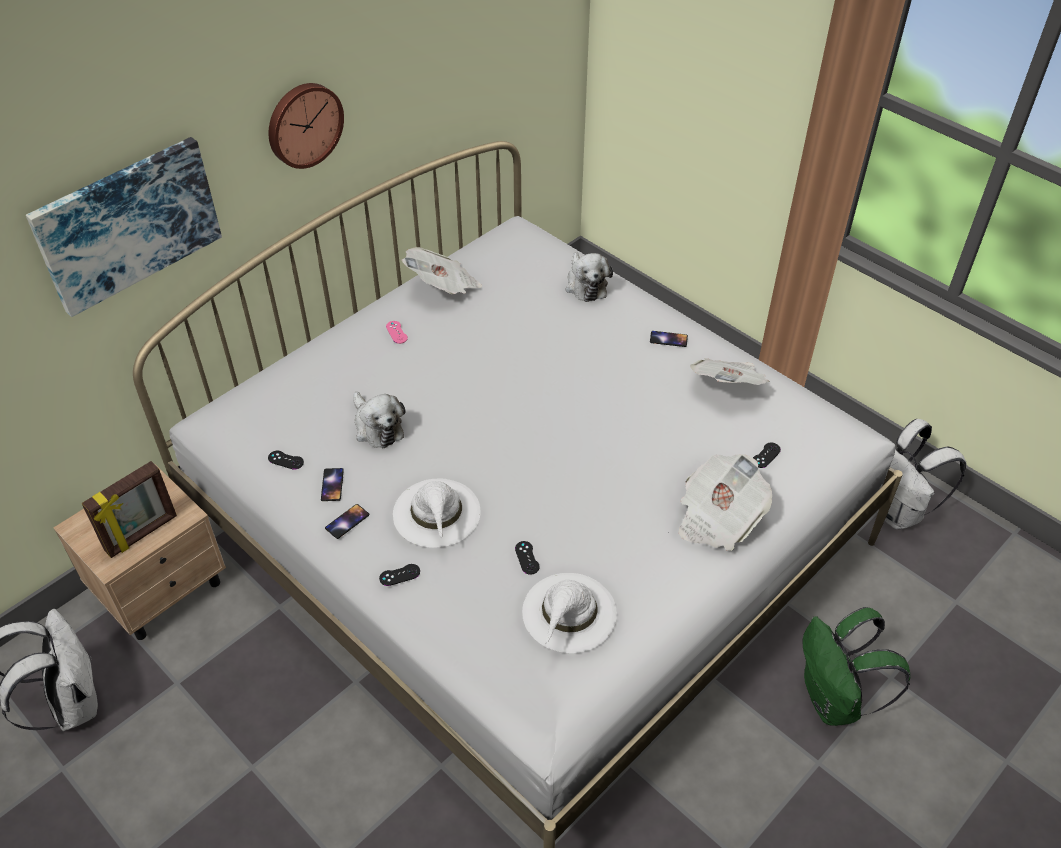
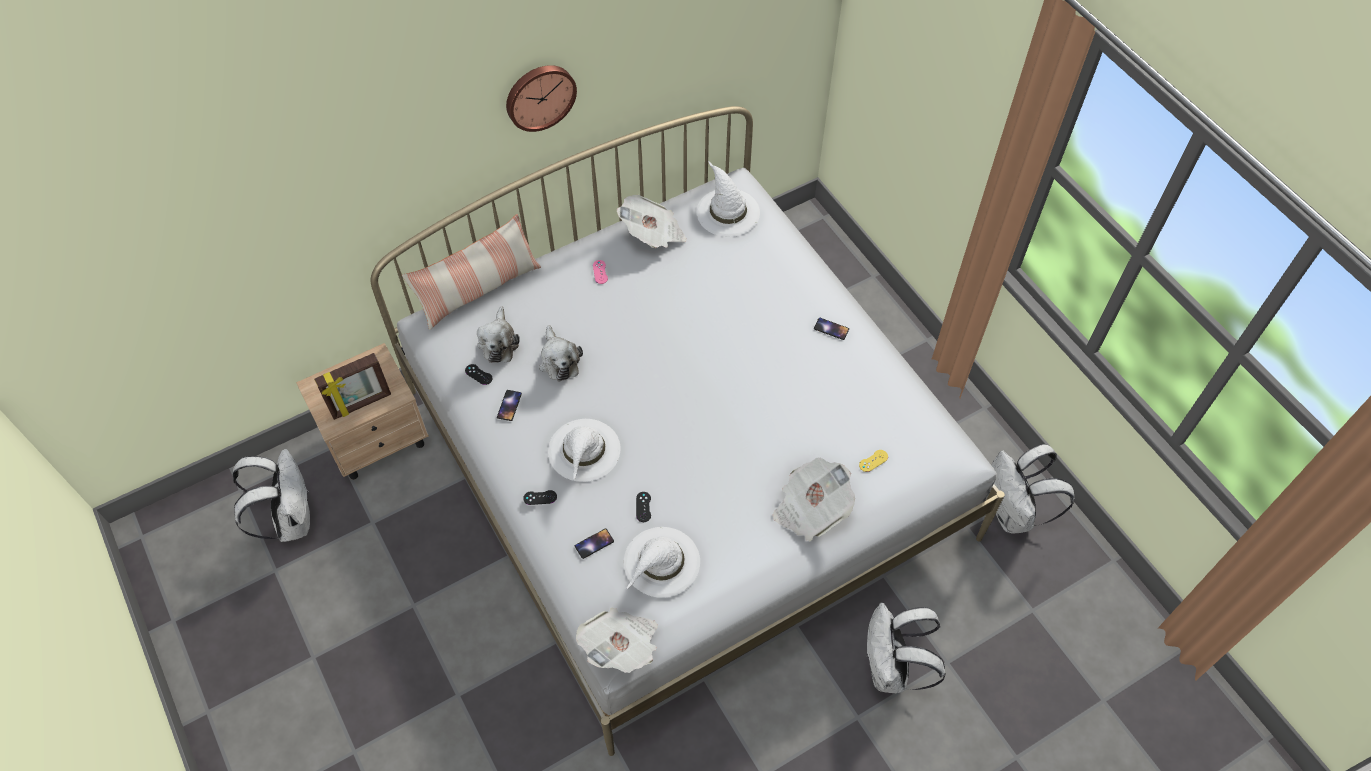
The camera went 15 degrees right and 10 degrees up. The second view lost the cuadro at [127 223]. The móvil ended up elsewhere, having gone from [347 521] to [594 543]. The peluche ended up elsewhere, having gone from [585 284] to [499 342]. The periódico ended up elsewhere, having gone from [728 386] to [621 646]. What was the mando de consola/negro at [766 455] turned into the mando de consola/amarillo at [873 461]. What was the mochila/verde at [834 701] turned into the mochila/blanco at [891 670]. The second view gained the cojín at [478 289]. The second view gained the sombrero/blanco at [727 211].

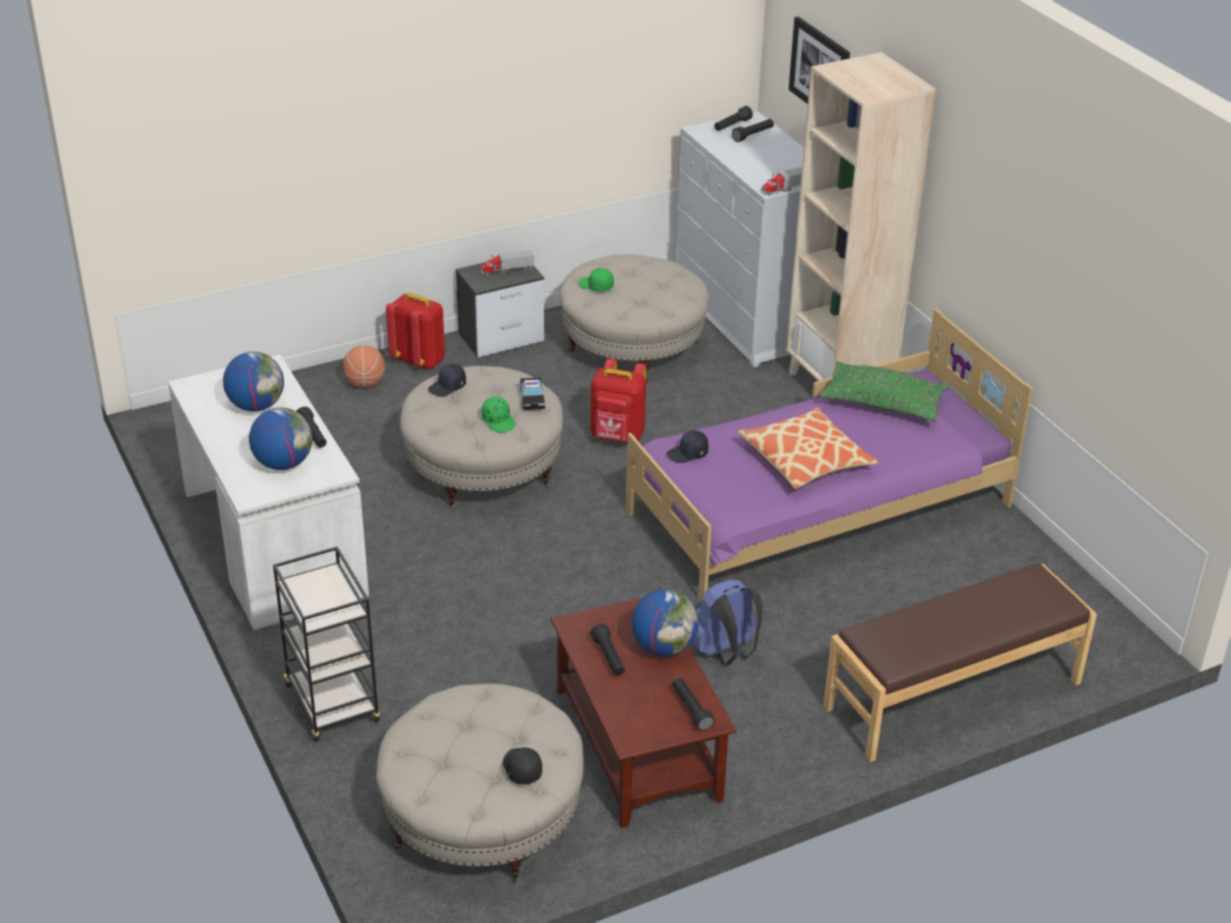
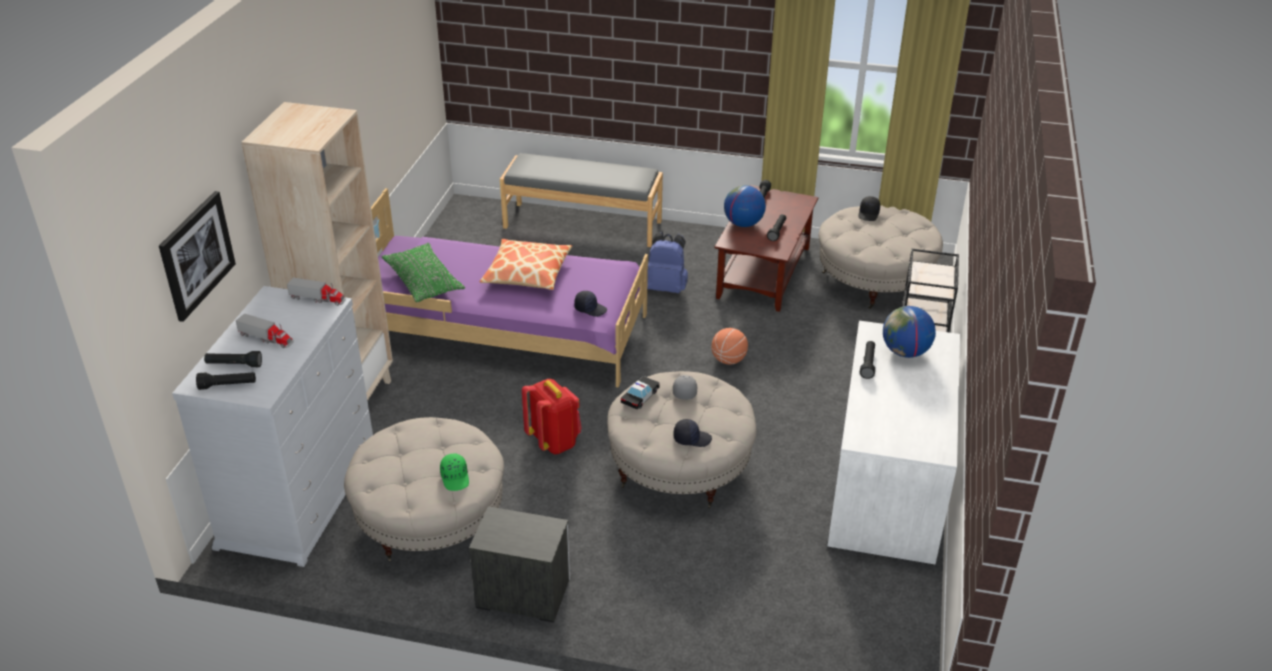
The camera went 140 degrees left and 0 degrees up. The second view lost the globo terráqueo at [256 406]. The balón de baloncesto ended up elsewhere, having gone from [365 383] to [728 360]. The second view lost the mochila/rojo at [419 360]. The camión de juguete ended up elsewhere, having gone from [507 269] to [266 338]. What was the gorra/verde at [499 421] turned into the gorra/gris at [684 390]. What was the banco/marrón at [954 695] turned into the banco/gris at [583 224].

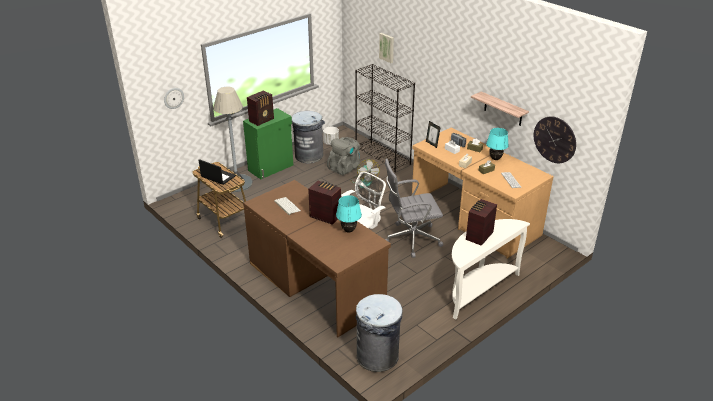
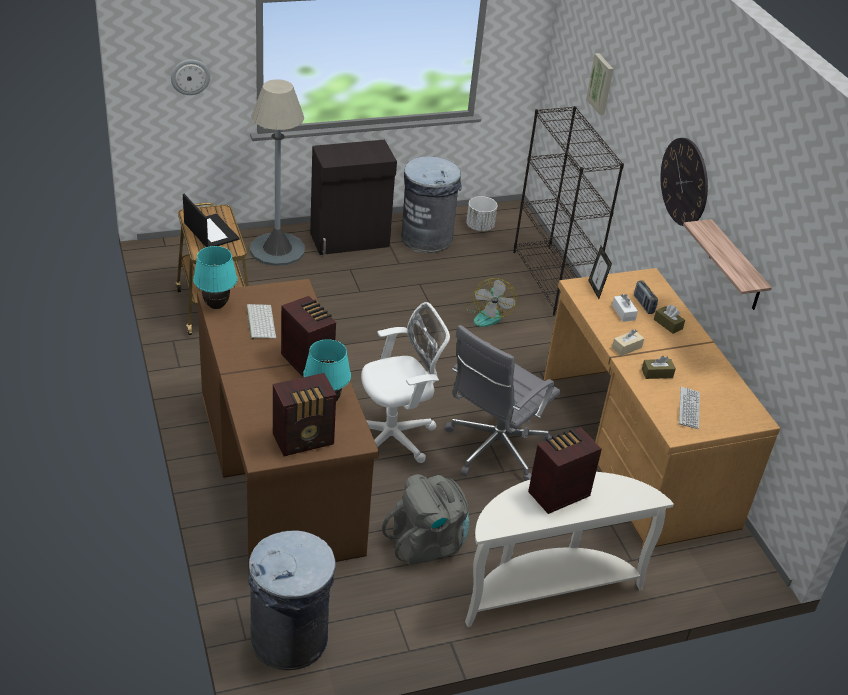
The camera went 20 degrees right and 5 degrees up. What was the armario/verde at [271 168] turned into the armario/negro at [350 240]. The radio ended up elsewhere, having gone from [262 120] to [305 440]. The mochila/gris ended up elsewhere, having gone from [345 168] to [427 543]. The silla de oficina/gris at [411 239] ended up facing another way, 60 degrees counterclockwise from before. The lámpara de mesa/turquesa ended up elsewhere, having gone from [495 159] to [216 305]. The reloj de pared ended up elsewhere, having gone from [554 139] to [684 182].

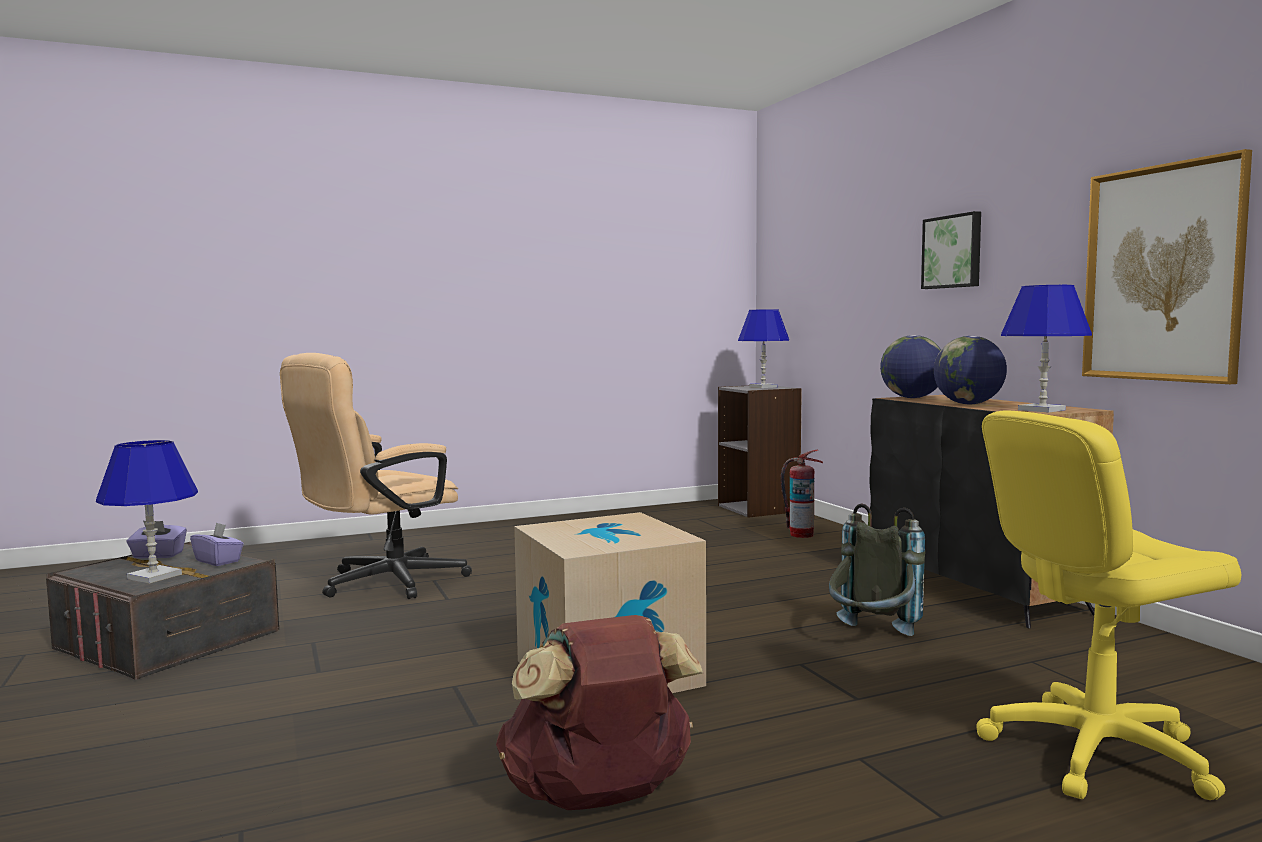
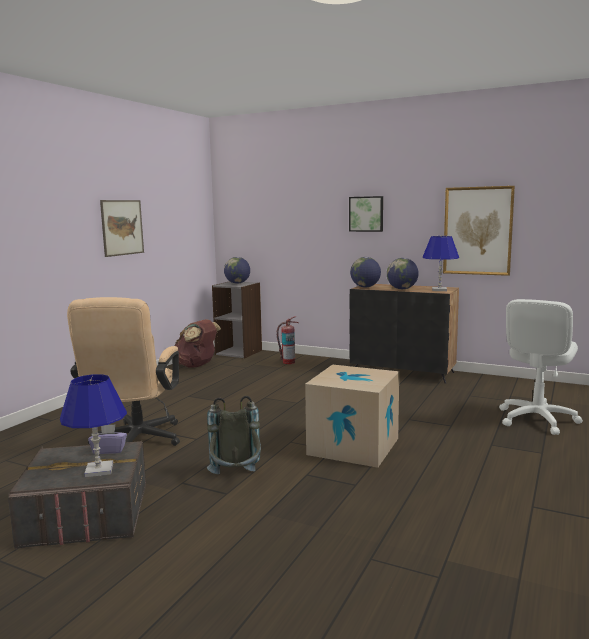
The camera went 40 degrees left and 5 degrees up. The second view lost the caja de pañuelos/morado at [158 555]. The mochila/marrón ended up elsewhere, having gone from [599 798] to [196 366]. Where the lámpara de mesa/azul stood at [763 387], the globo terráqueo came to stand at [237 283]. The mochila/gris ended up elsewhere, having gone from [872 638] to [236 479]. What was the silla de oficina/amarillo at [1095 752] turned into the silla de oficina/blanco at [536 419]. The second view gained the cuadro at [122 227].

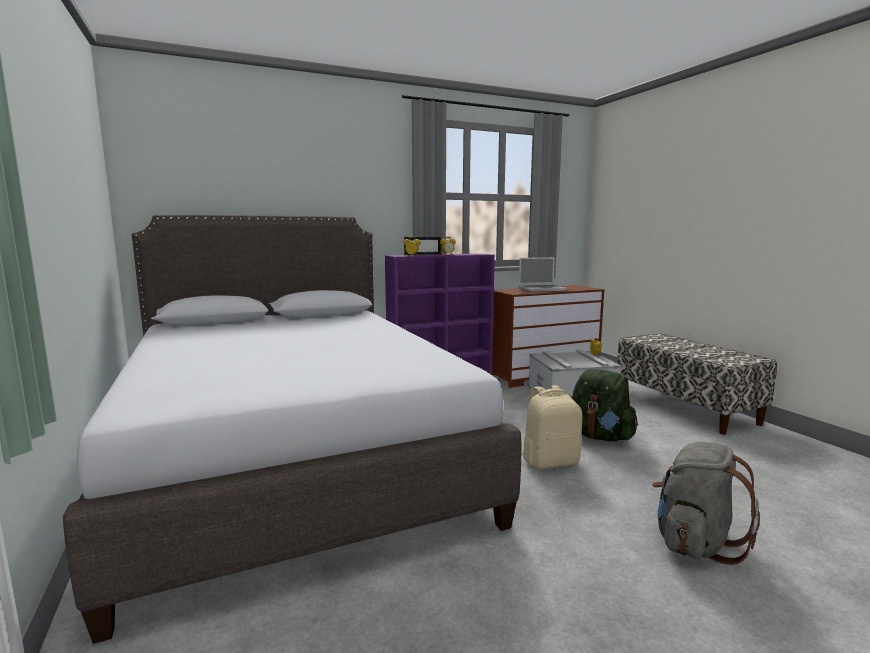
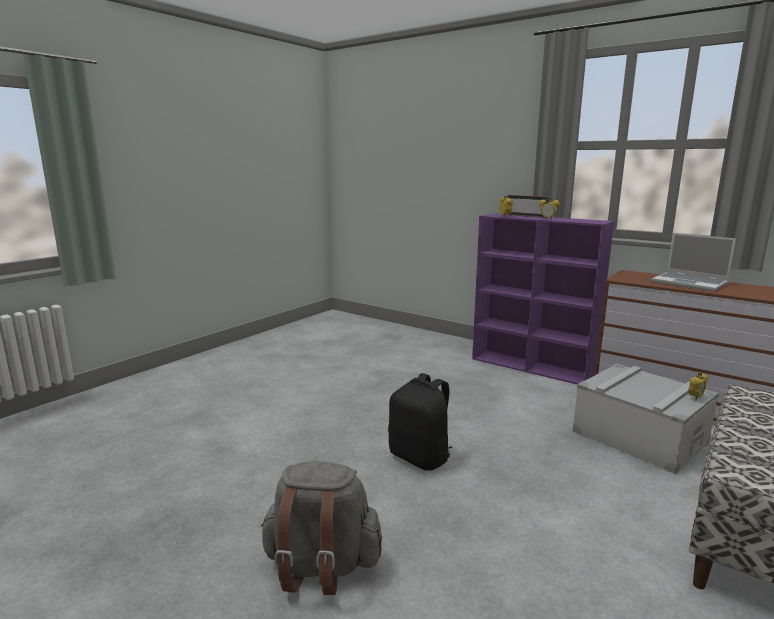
The camera went 60 degrees right and 5 degrees up. The second view lost the cama/gris at [292 456]. What was the mochila/beis at [550 462] turned into the mochila/negro at [420 457]. The second view lost the mochila/verde at [599 436].

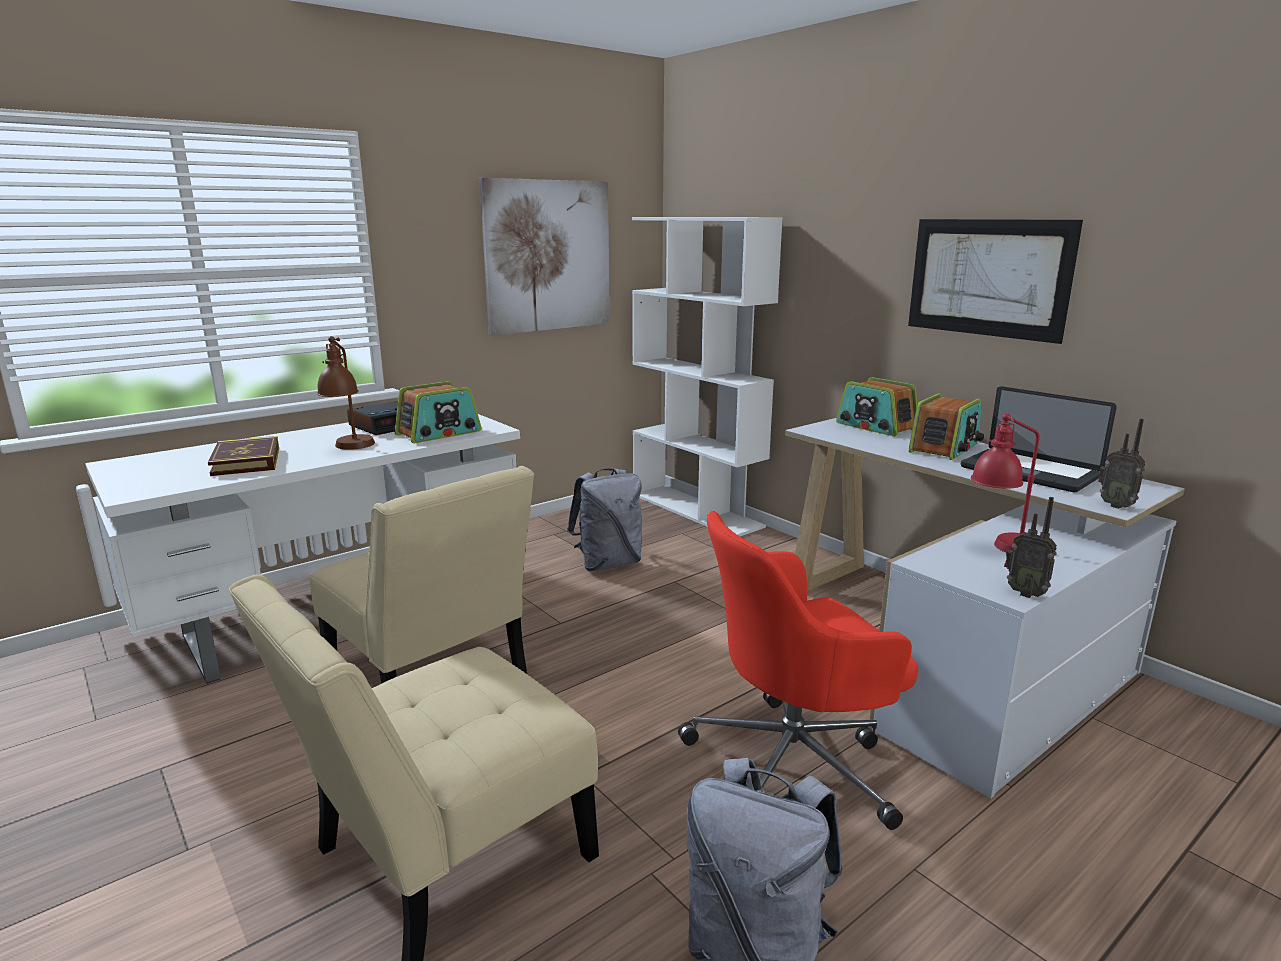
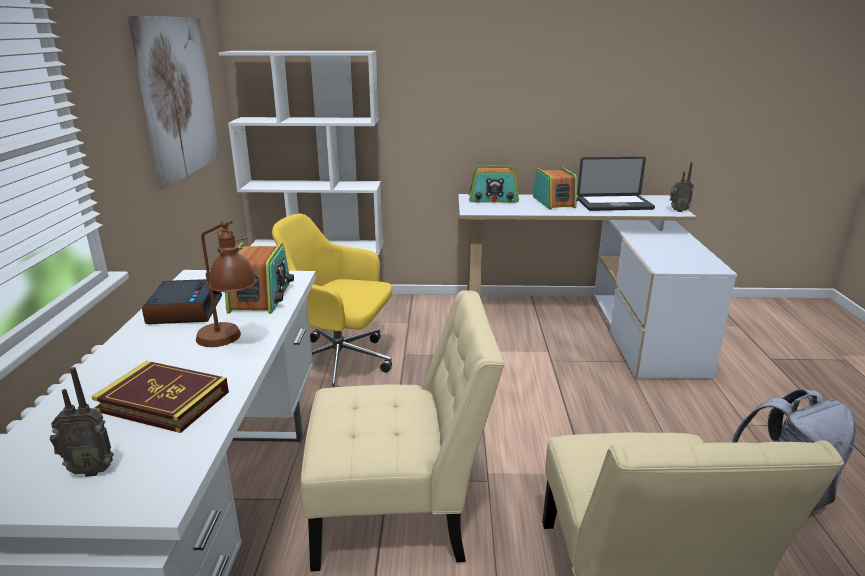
The camera went 50 degrees left and 5 degrees up. Where the mochila/gris stood at [608 563], the silla de oficina/amarillo came to stand at [340 364]. The second view lost the silla de oficina/rojo at [794 765]. The second view lost the cuadro at [987 278]. The second view lost the lámpara de mesa/rojo at [1003 550]. The radio ended up elsewhere, having gone from [1025 593] to [91 469].

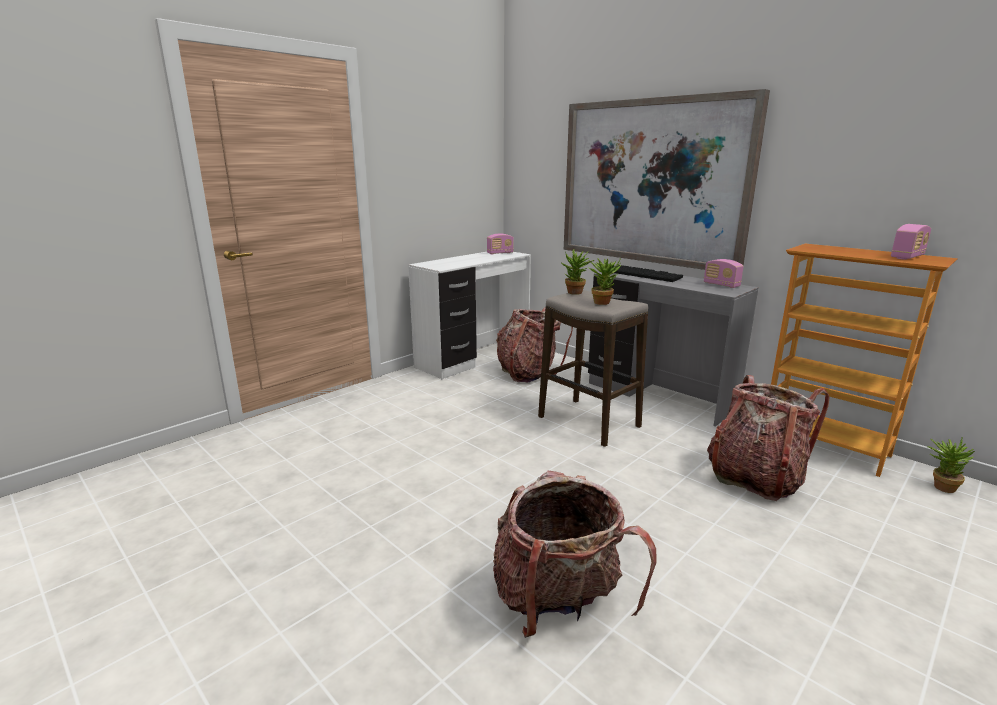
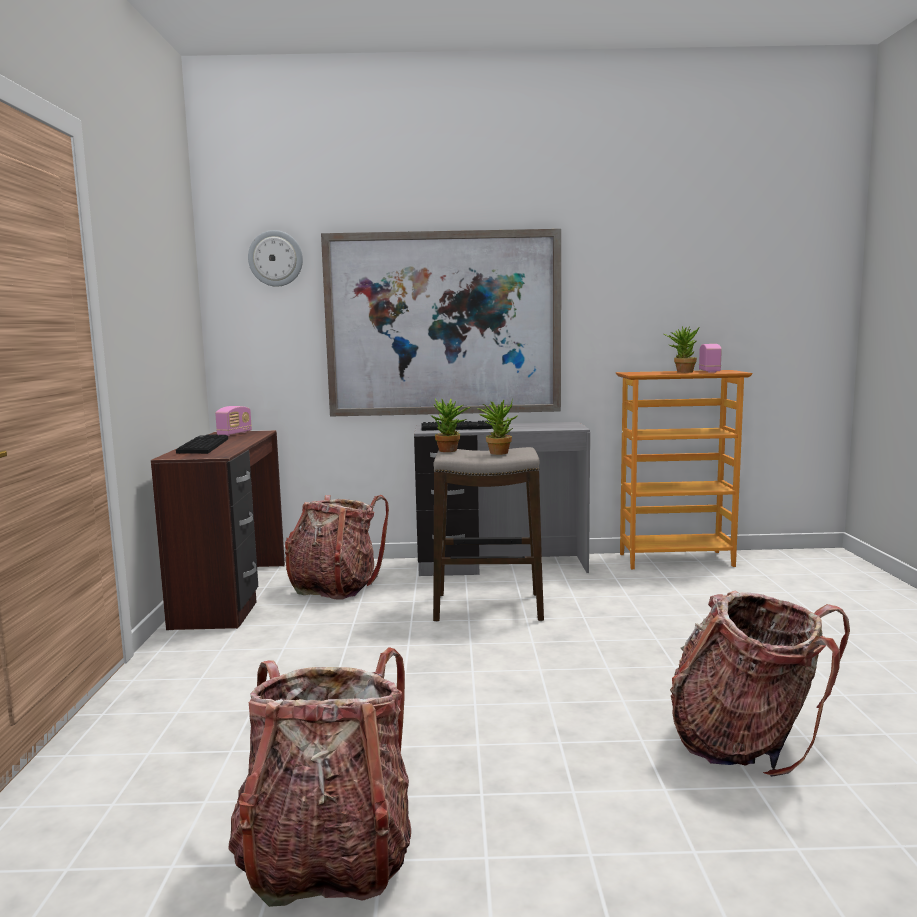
The camera went 45 degrees left and 10 degrees down. What was the escritorio/blanco at [475 358] turned into the escritorio/marrón at [234 594]. The second view lost the radio at [721 285]. The mochila ended up elsewhere, having gone from [755 477] to [327 857]. The planta en maceta ended up elsewhere, having gone from [940 486] to [681 372]. The second view gained the teclado at [202 446]. The second view gained the reloj de pared at [275 258].

